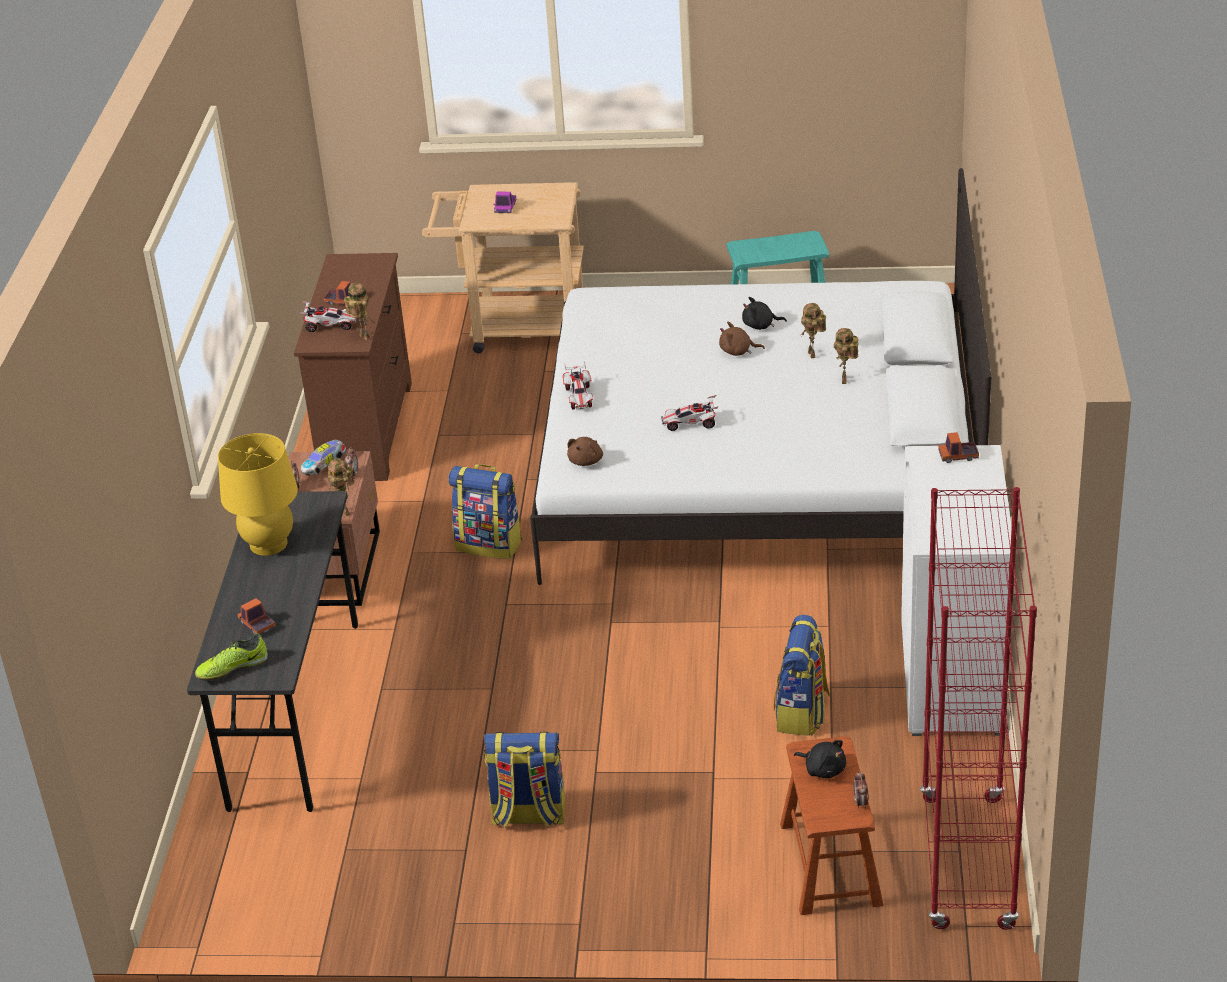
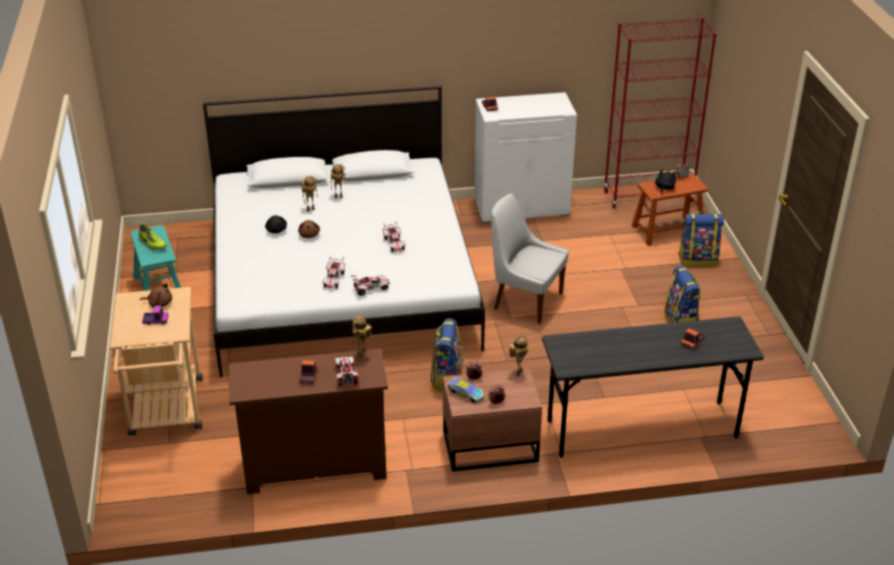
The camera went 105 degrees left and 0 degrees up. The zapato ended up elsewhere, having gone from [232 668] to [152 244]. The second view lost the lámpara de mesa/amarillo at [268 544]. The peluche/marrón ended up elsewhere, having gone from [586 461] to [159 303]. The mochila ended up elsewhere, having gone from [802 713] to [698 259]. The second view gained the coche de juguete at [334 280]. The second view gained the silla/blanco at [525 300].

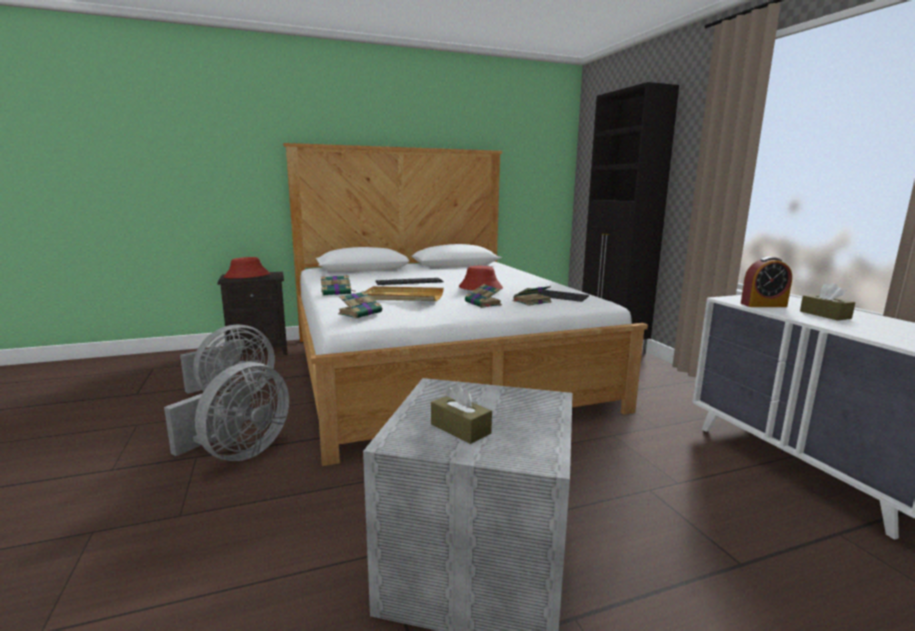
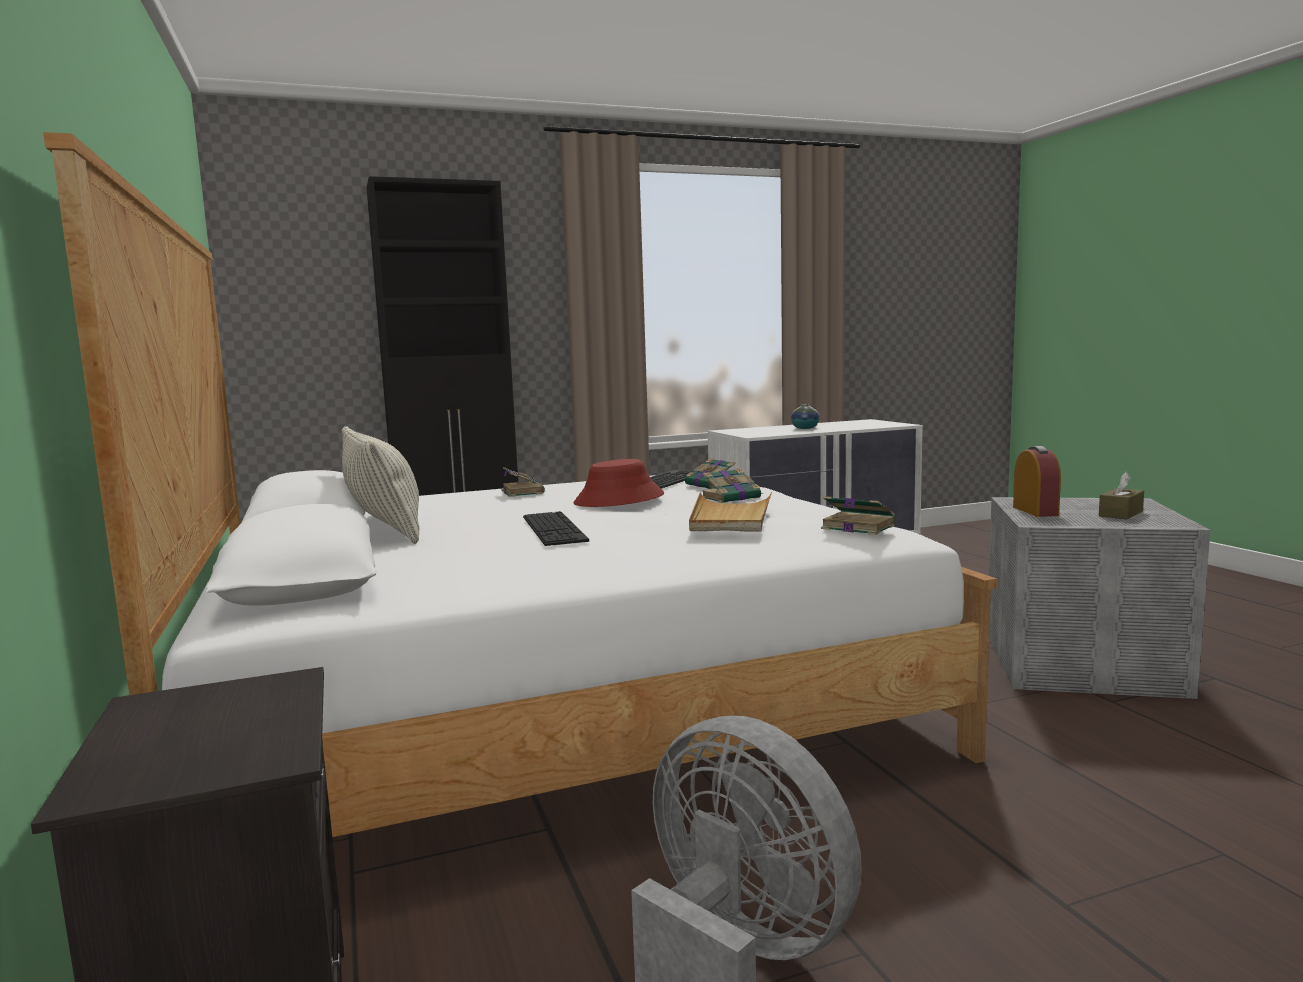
The camera went 90 degrees left and 5 degrees down. The second view lost the ventilador/gris at [238 453]. The second view lost the sombrero/rojo at [247 276]. The libro ended up elsewhere, having gone from [337 292] to [522 492]. The despertador ended up elsewhere, having gone from [763 305] to [1035 511]. Where the caja de pañuelos/marrón stood at [825 315], the florero came to stand at [805 428]. The second view gained the cojín at [384 528].

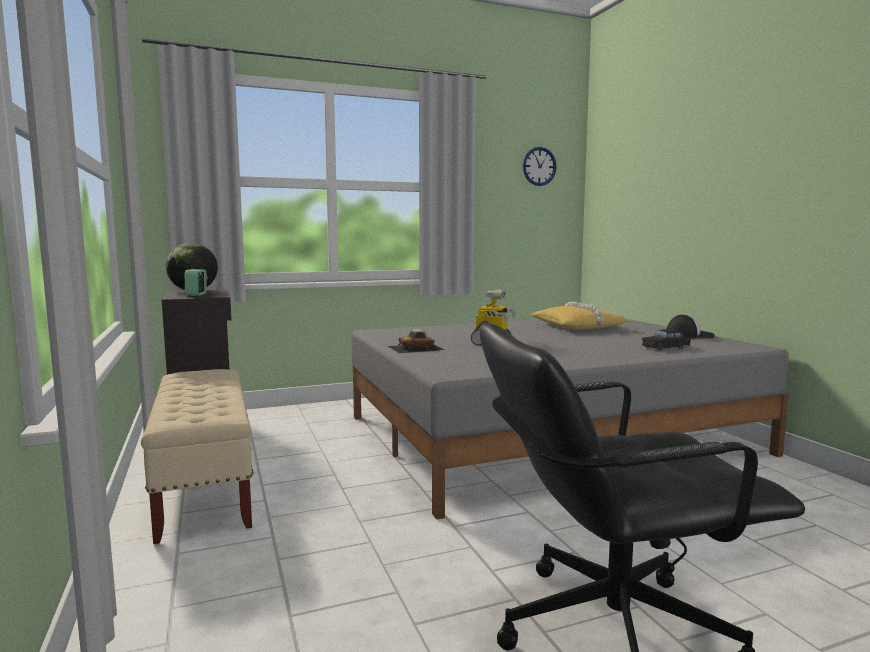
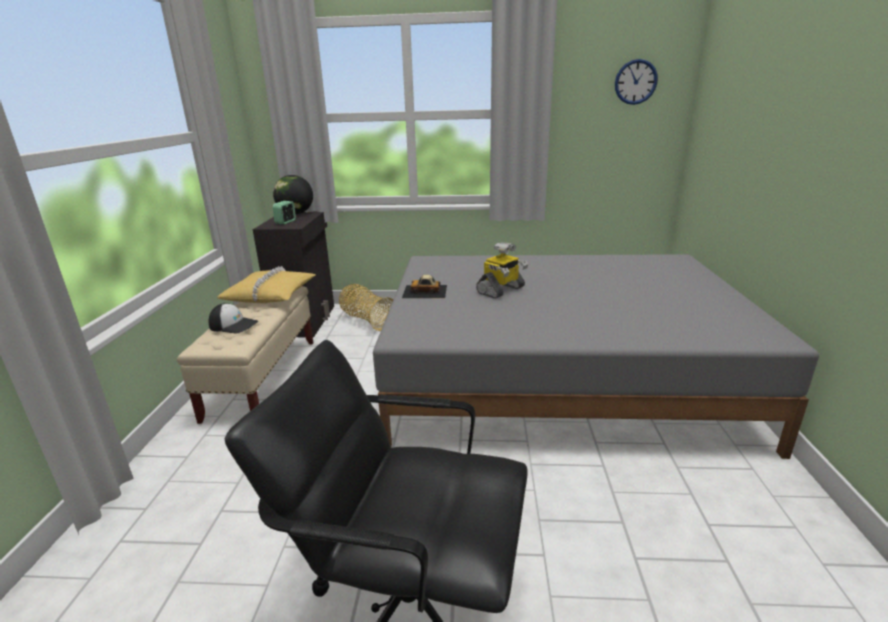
The camera went 25 degrees right and 15 degrees up. The cojín/amarillo ended up elsewhere, having gone from [579 327] to [270 294]. The second view lost the coche de juguete/negro at [666 348]. The gorra ended up elsewhere, having gone from [689 336] to [234 325]. The second view gained the cesta at [367 320].

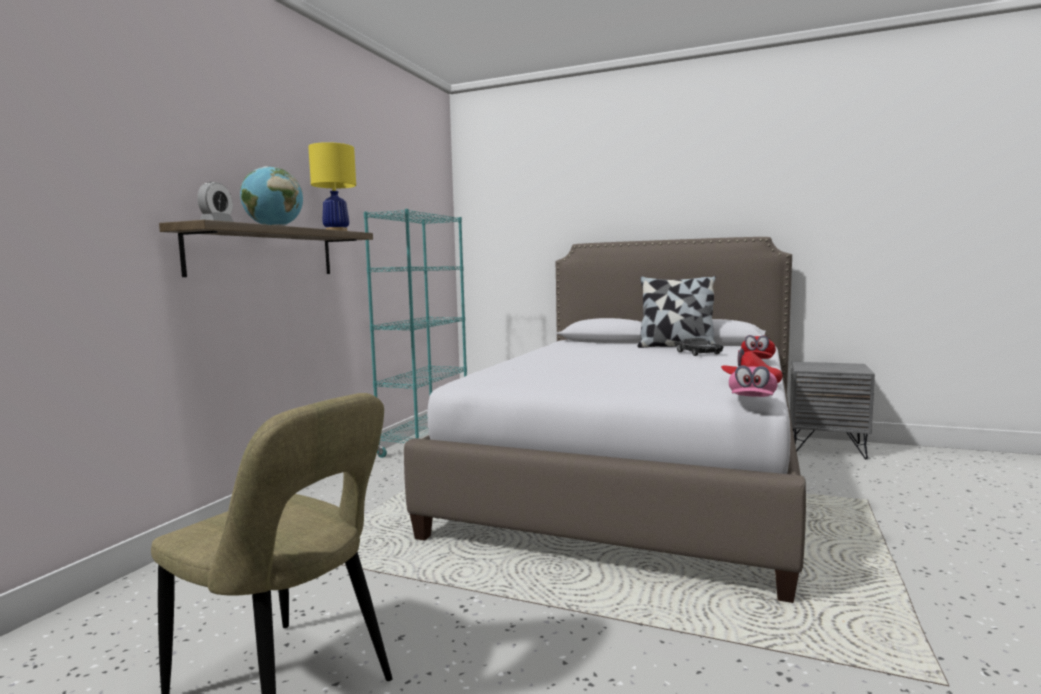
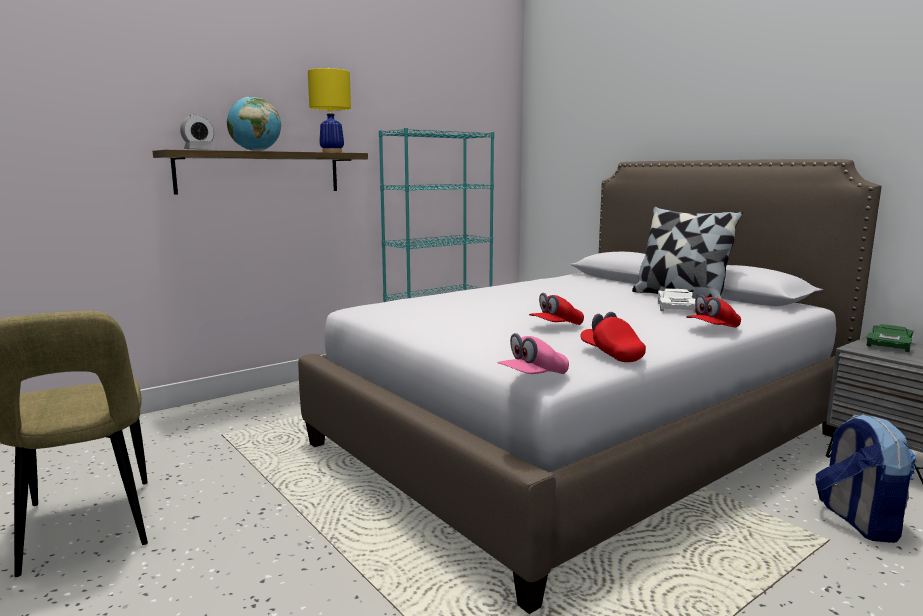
The camera went 30 degrees right and 5 degrees up. What was the coche de juguete/negro at [698 353] turned into the coche de juguete/blanco at [676 308]. The second view gained the gorra/rojo at [556 326]. The second view gained the mochila at [858 521]. The second view gained the coche de juguete/verde at [889 345].

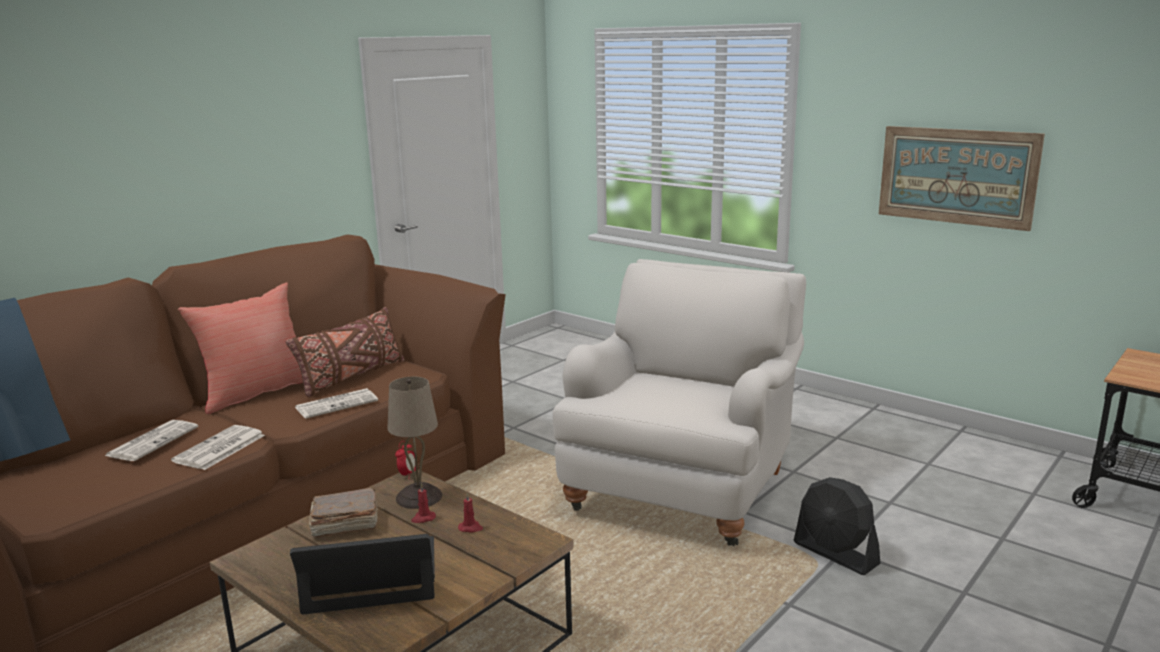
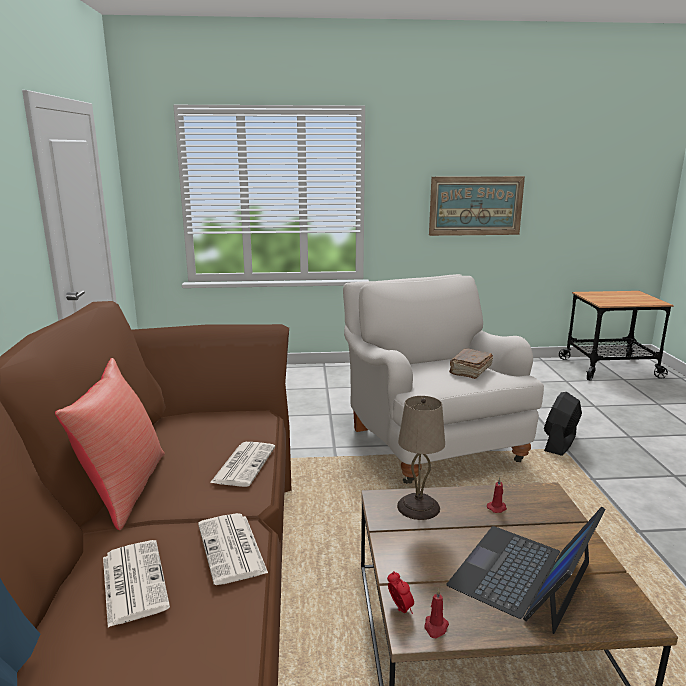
The camera went 45 degrees left and 0 degrees up. The second view lost the cojín/marrón at [351 377]. The libro/marrón ended up elsewhere, having gone from [344 524] to [470 371]. The despertador ended up elsewhere, having gone from [408 475] to [400 609]. The vela/rojo ended up elsewhere, having gone from [423 518] to [435 627]. The ventilador/negro at [835 554] ended up facing another way, 120 degrees clockwise from before.

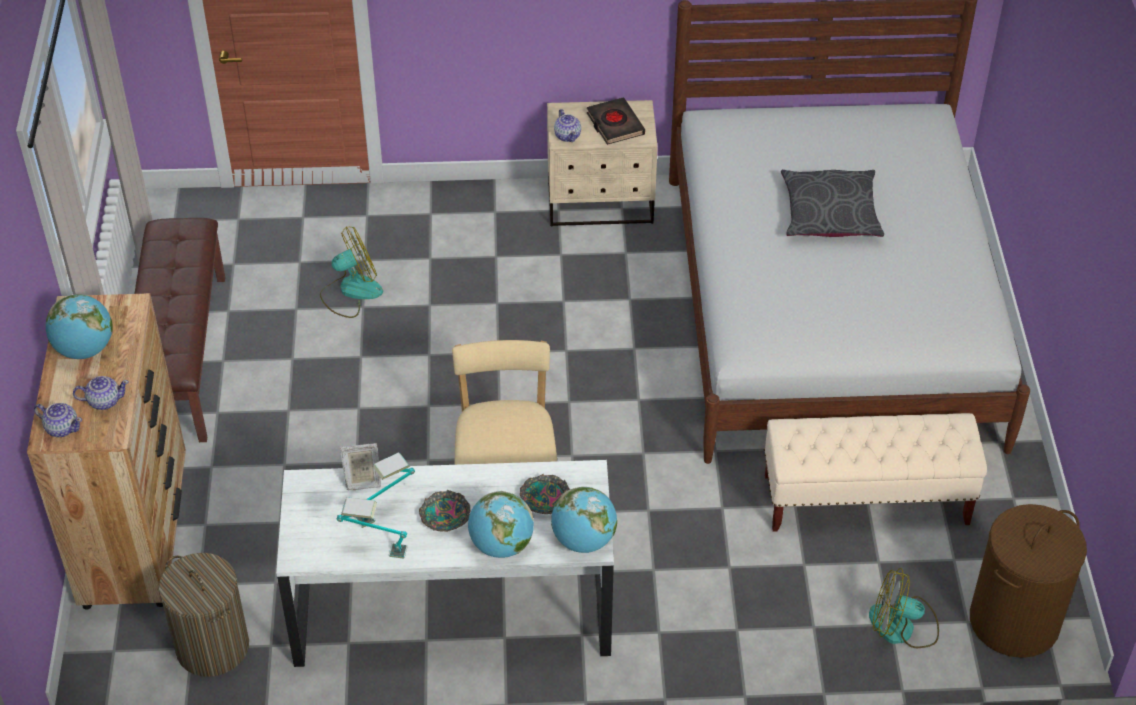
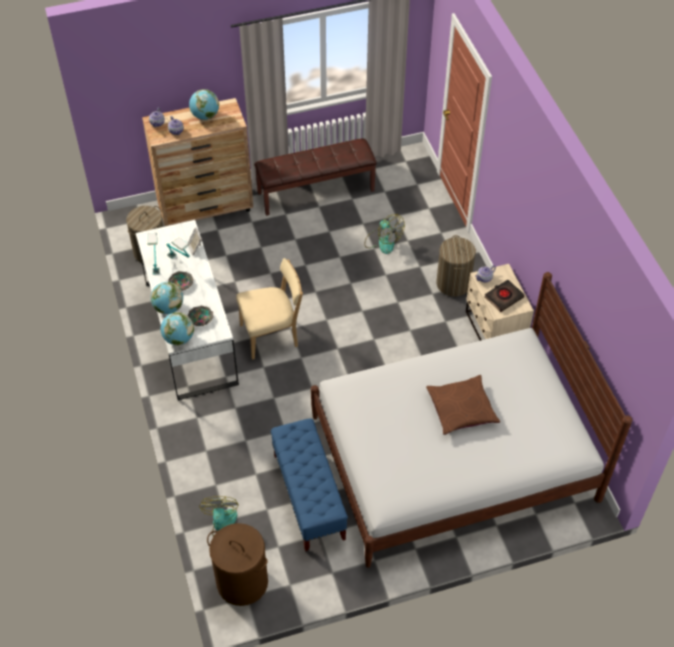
The camera went 75 degrees right and 5 degrees up. What was the banco/beis at [866 500] turned into the banco/azul at [309 497]. What was the cojín/gris at [830 213] turned into the cojín/marrón at [461 409]. The second view gained the cesto de la ropa at [453 283].

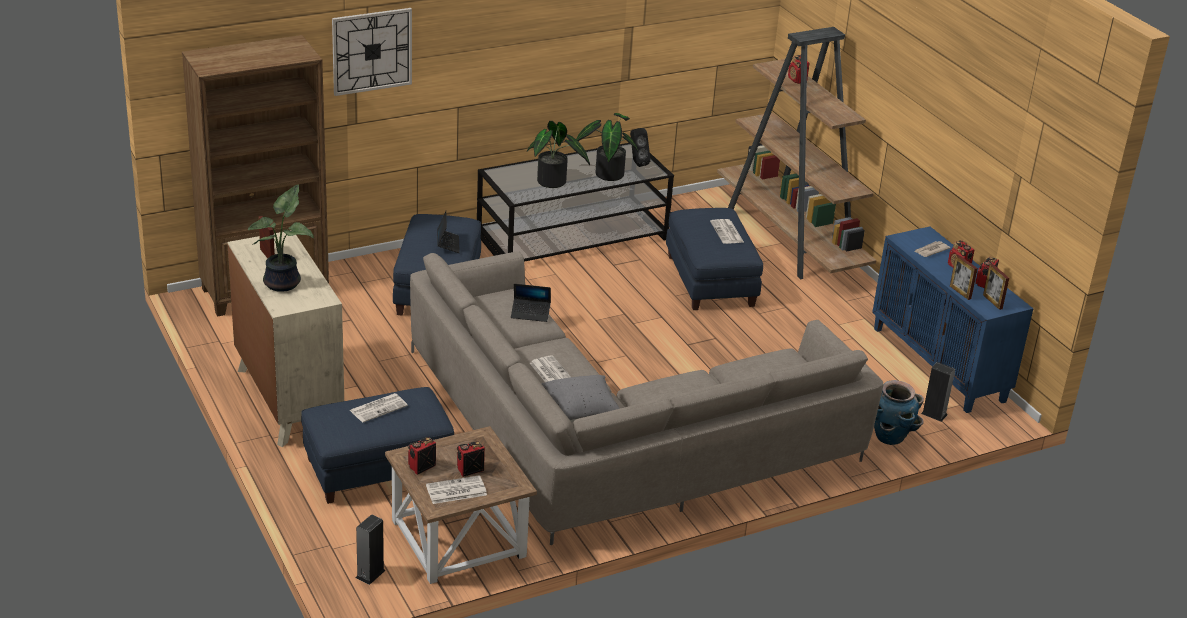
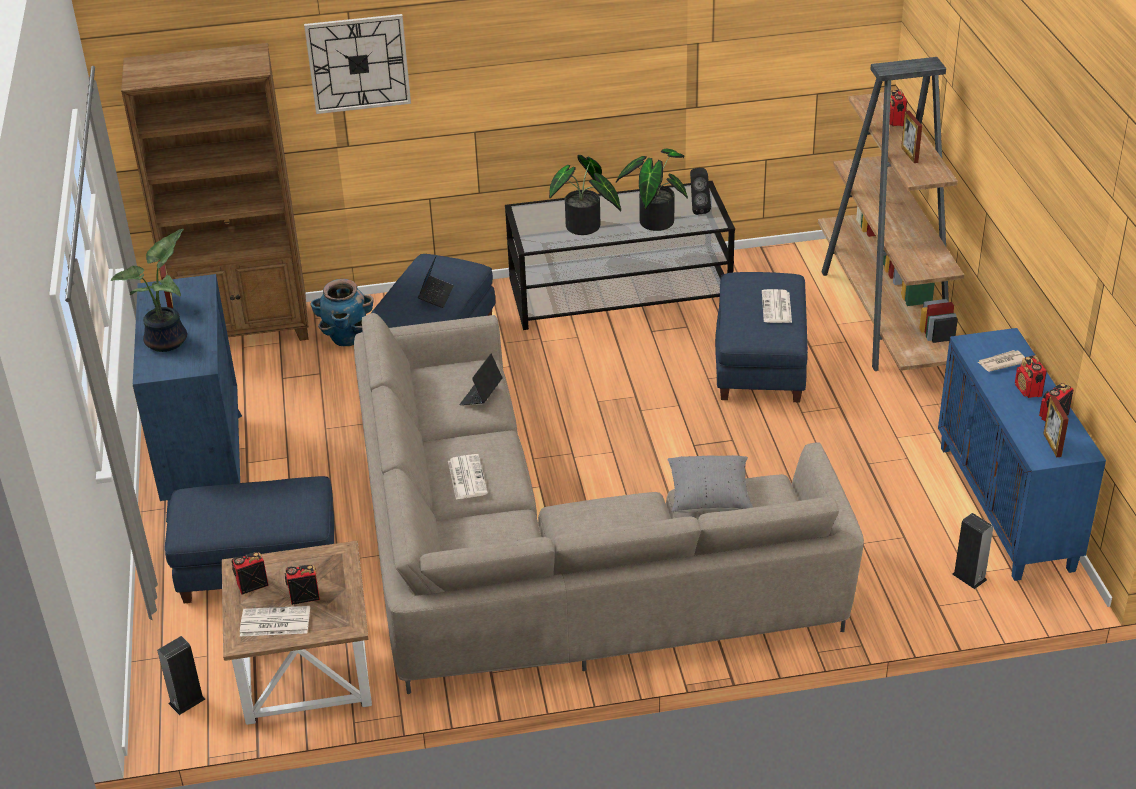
The camera went 20 degrees right and 5 degrees up. What was the cómoda/beis at [288 400] turned into the cómoda/azul at [205 466]. The second view lost the periódico at [379 408]. The portátil at [530 313] ended up facing another way, 90 degrees clockwise from before. The cojín/gris ended up elsewhere, having gone from [581 410] to [709 497]. The maceta ended up elsewhere, having gone from [889 437] to [347 339]. The portarretratos ended up elsewhere, having gone from [960 292] to [909 155].

